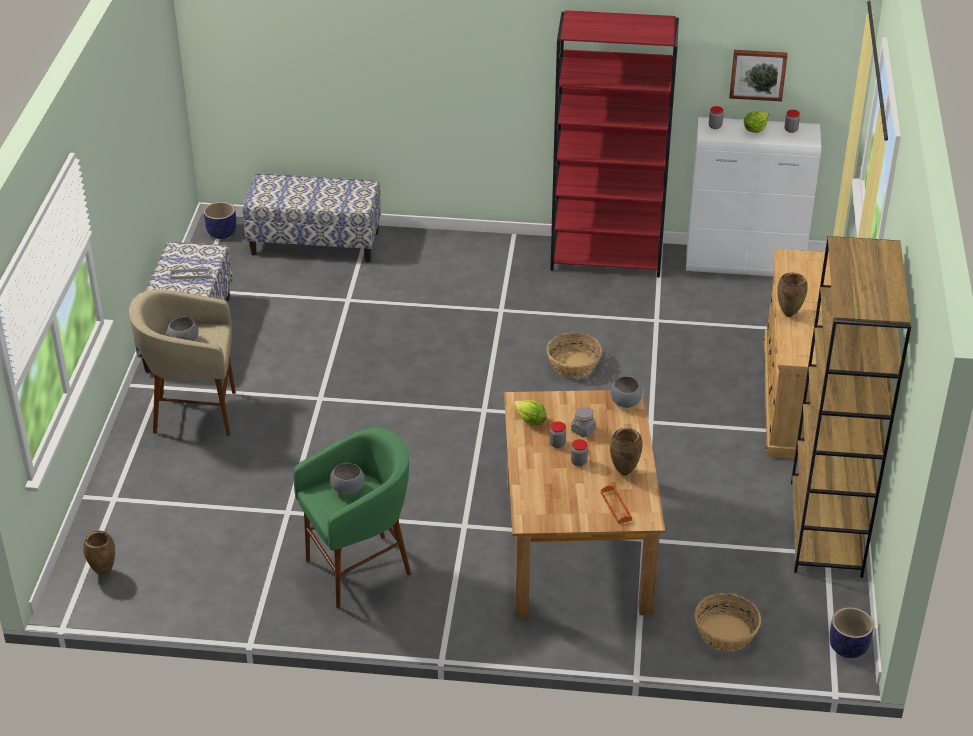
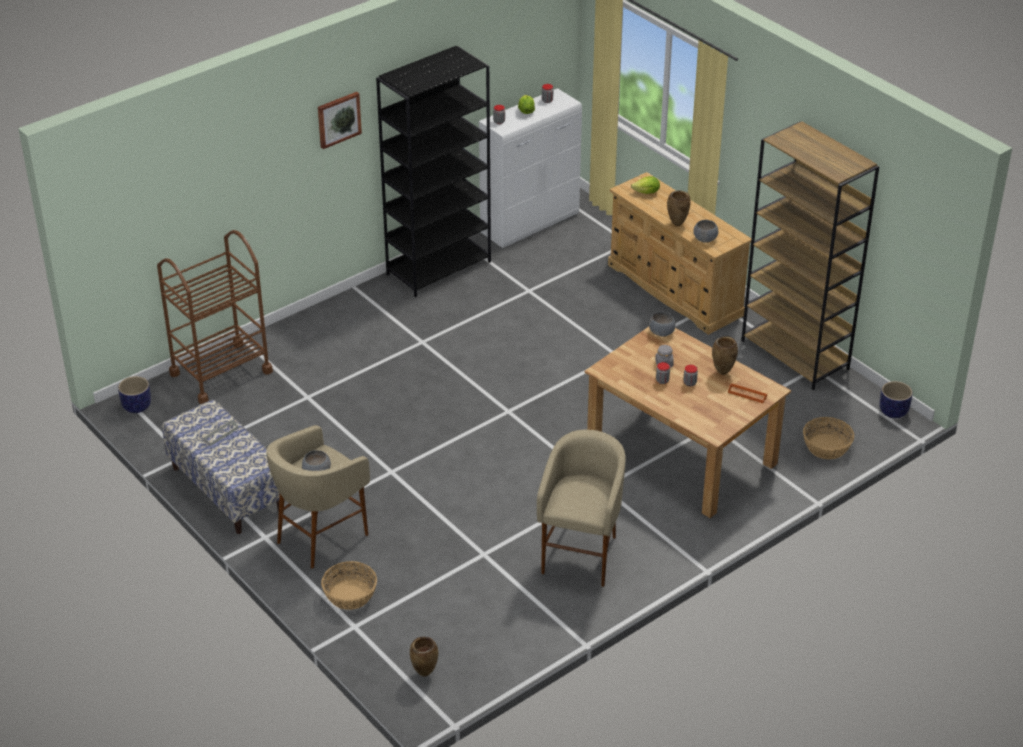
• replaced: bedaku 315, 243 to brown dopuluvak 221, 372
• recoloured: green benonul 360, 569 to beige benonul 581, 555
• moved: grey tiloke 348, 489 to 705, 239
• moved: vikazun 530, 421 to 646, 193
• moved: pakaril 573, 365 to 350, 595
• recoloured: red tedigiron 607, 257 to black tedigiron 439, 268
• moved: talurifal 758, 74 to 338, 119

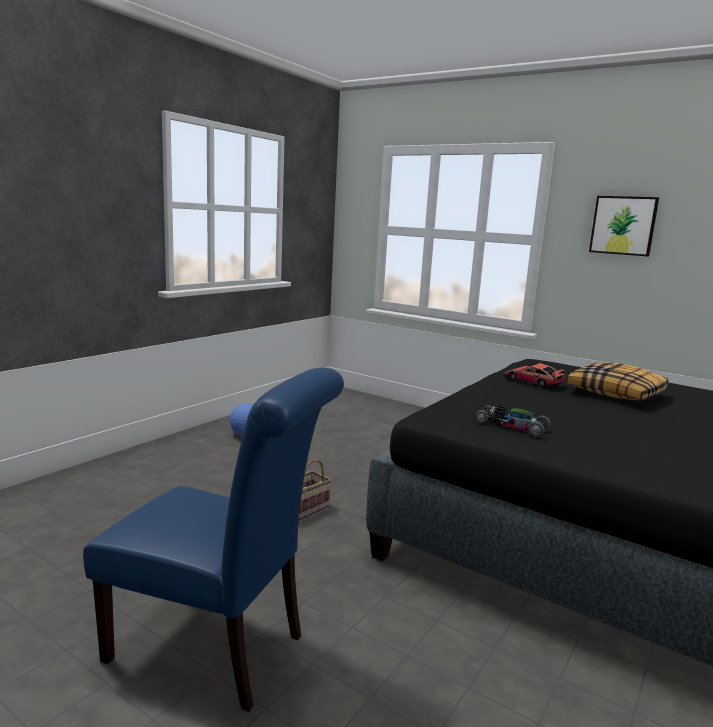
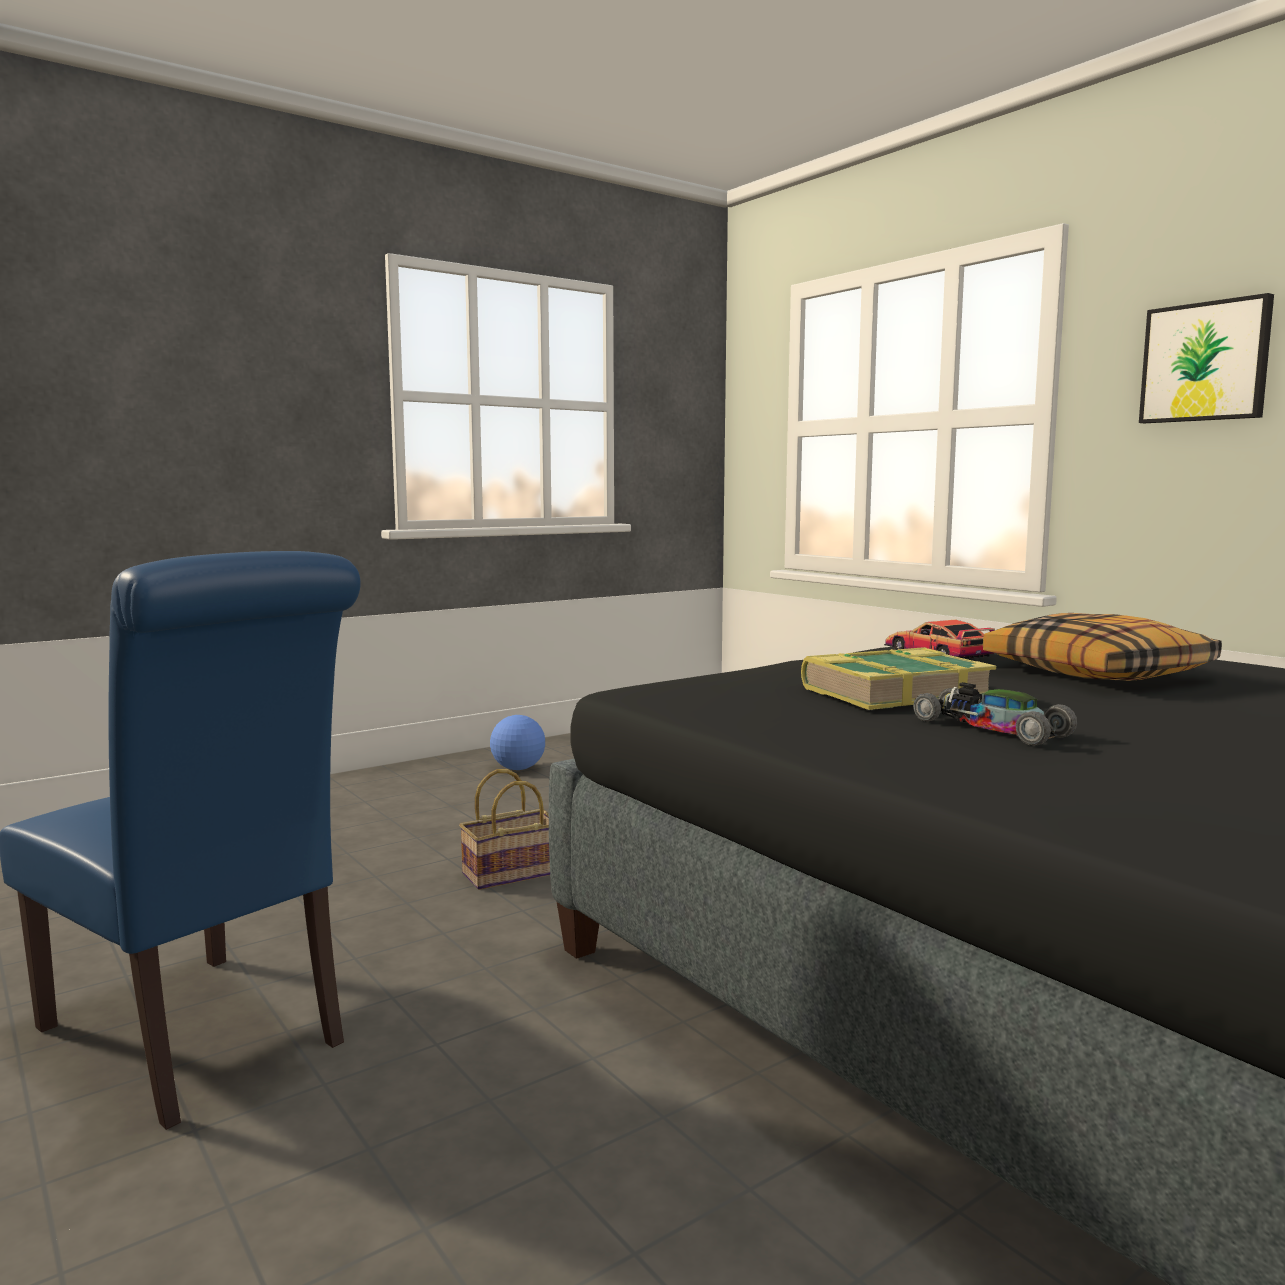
• moved: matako 511, 426 to 990, 729
• added: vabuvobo 893, 693

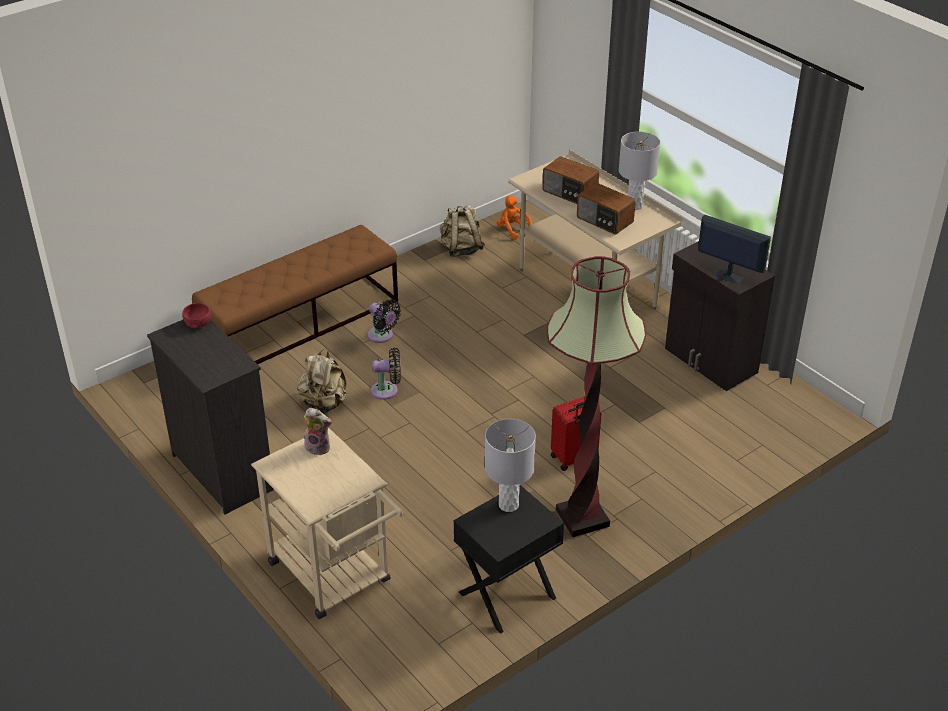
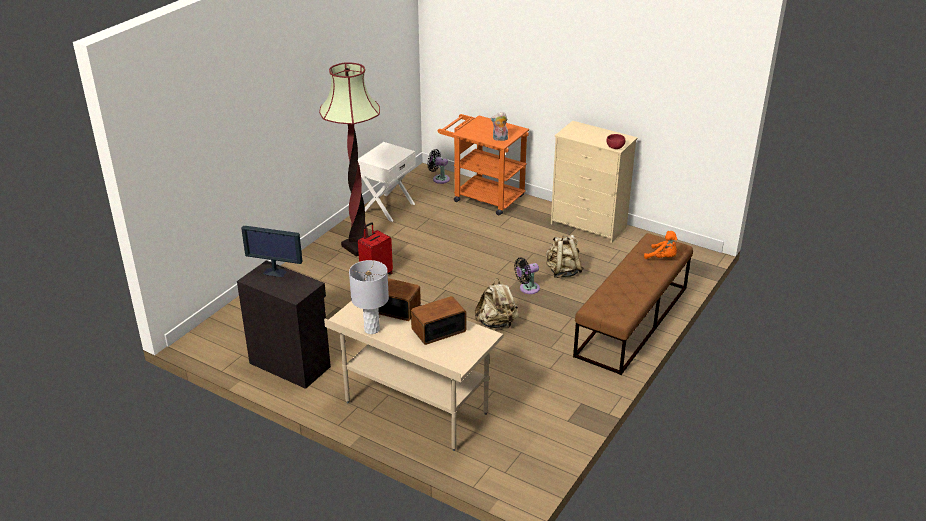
• recoloured: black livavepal 223, 471 to beige livavepal 589, 225
• recoloured: beige dopuluvak 335, 578 to orange dopuluvak 483, 197
• moved: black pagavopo 382, 336 to 439, 179
• moved: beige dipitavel 461, 249 to 497, 323
• recoloured: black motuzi 507, 596 to white motuzi 387, 207
• removed: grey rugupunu 509, 505
• moved: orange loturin 513, 230 to 662, 258
• turned: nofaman 569, 192 = 438, 330 45 degrees counterclockwise

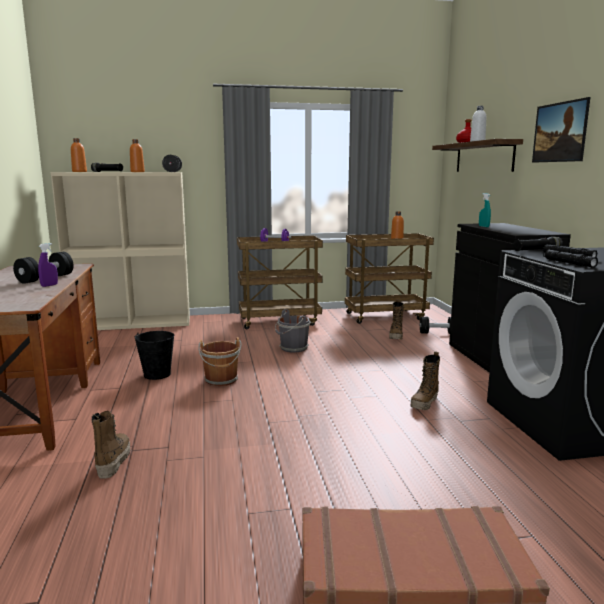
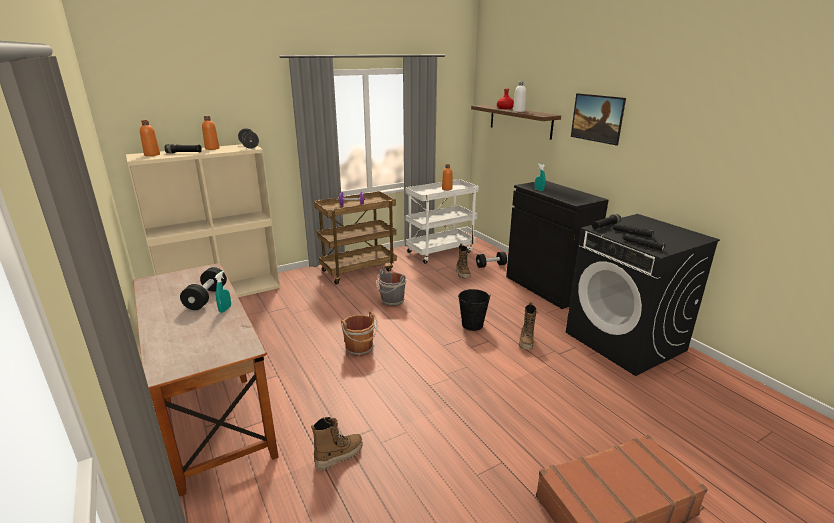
• recoloured: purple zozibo 49, 285 to turquoise zozibo 225, 309
• turned: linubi 113, 461 = 339, 455 75 degrees clockwise
• moved: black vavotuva 157, 374 to 472, 324
• recoloured: brown dopuluvak 386, 316 to white dopuluvak 440, 251

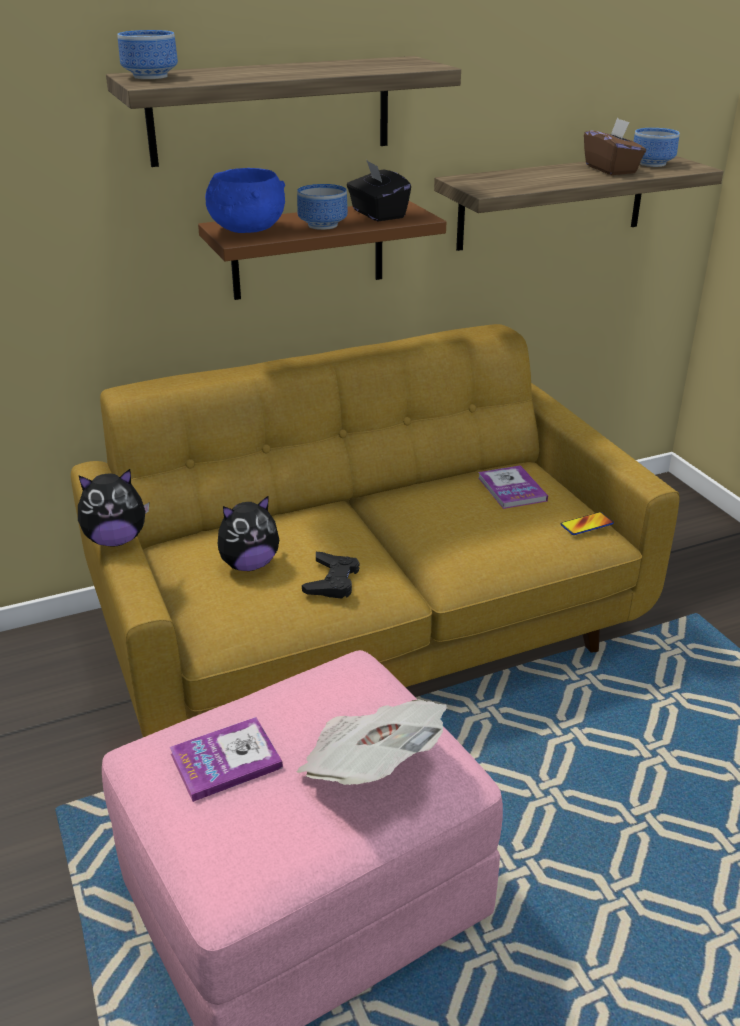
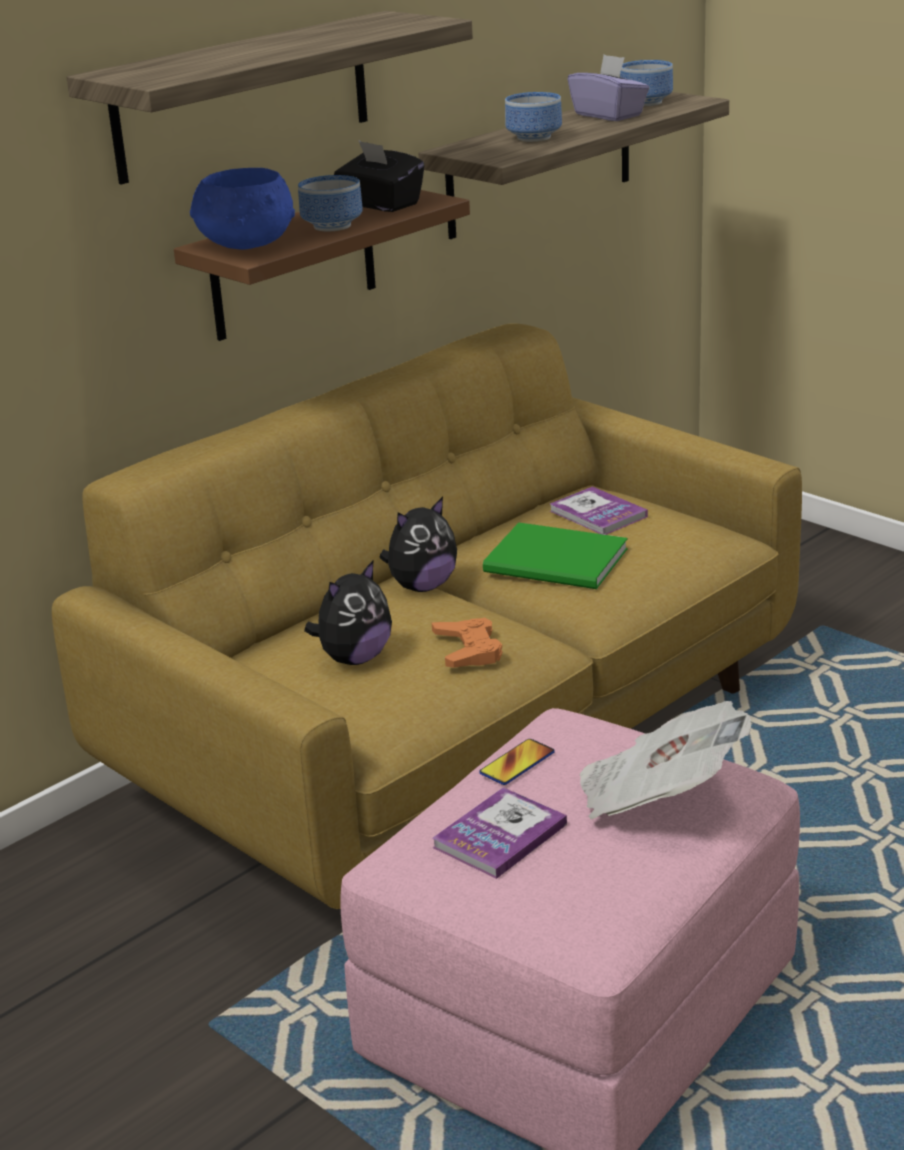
• moved: loturin 116, 540 to 422, 586
• moved: tiloke 148, 76 to 531, 138
• recoloured: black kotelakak 332, 581 to orange kotelakak 468, 650
• moved: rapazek 587, 524 to 517, 763
• recoloured: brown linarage 611, 169 to purple linarage 609, 115
• added: green vabuvobo 558, 562

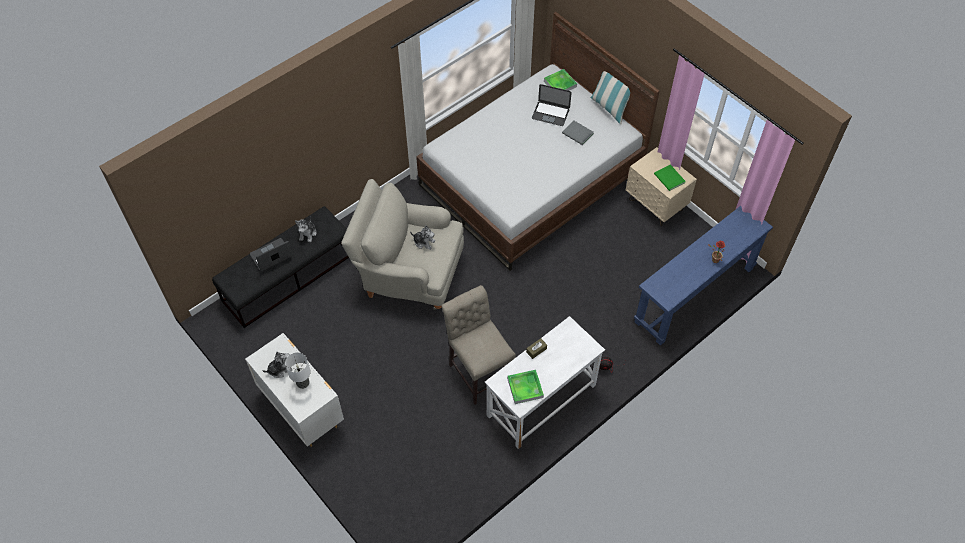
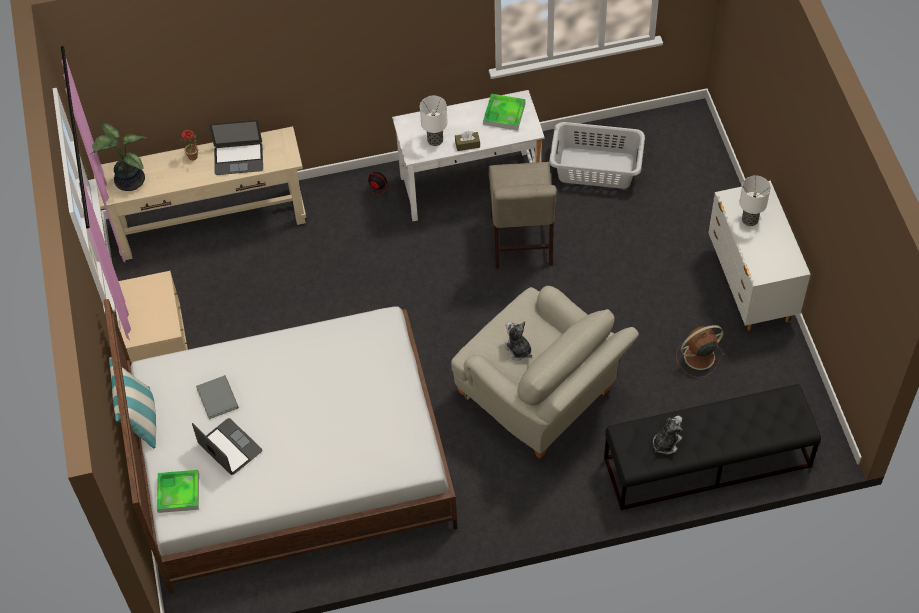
• moved: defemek 271, 255 to 238, 158
• removed: loturin 279, 369
• recoloured: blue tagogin 694, 294 to beige tagogin 211, 223
• removed: green vabuvobo 669, 179
• added: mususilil 128, 181
• added: rugupunu 434, 140
• added: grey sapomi 595, 168
• added: brown pagavopo 698, 357

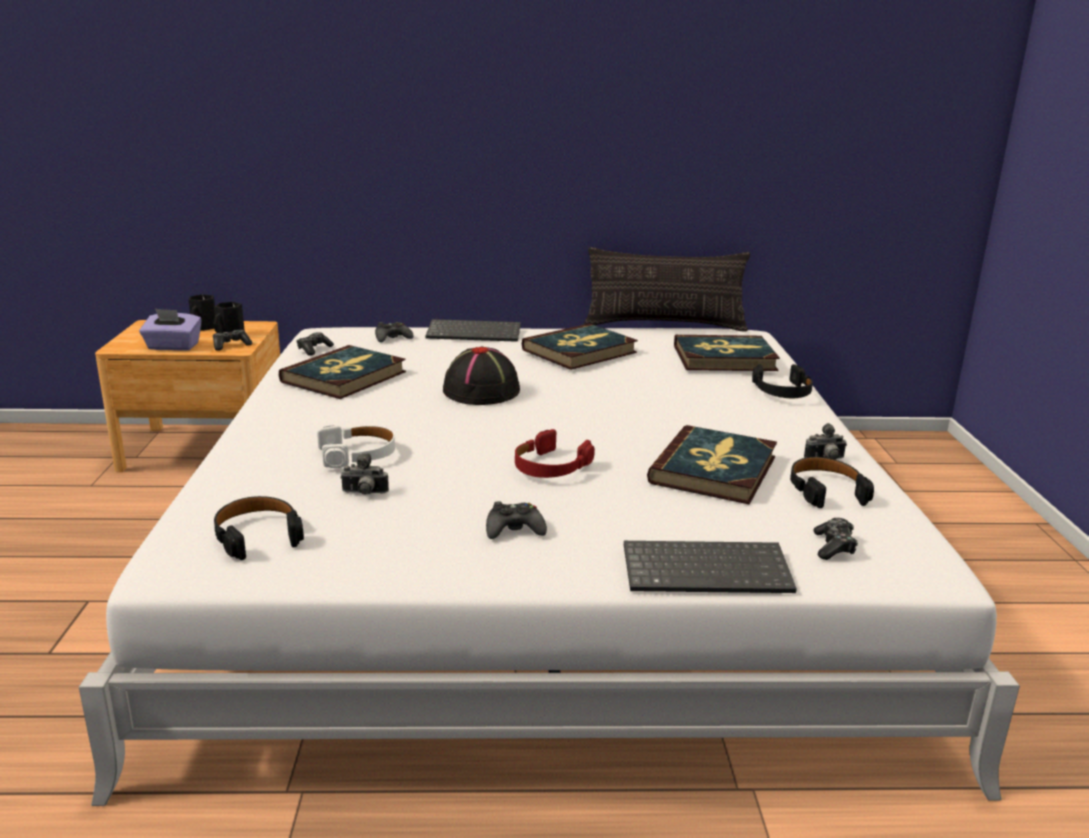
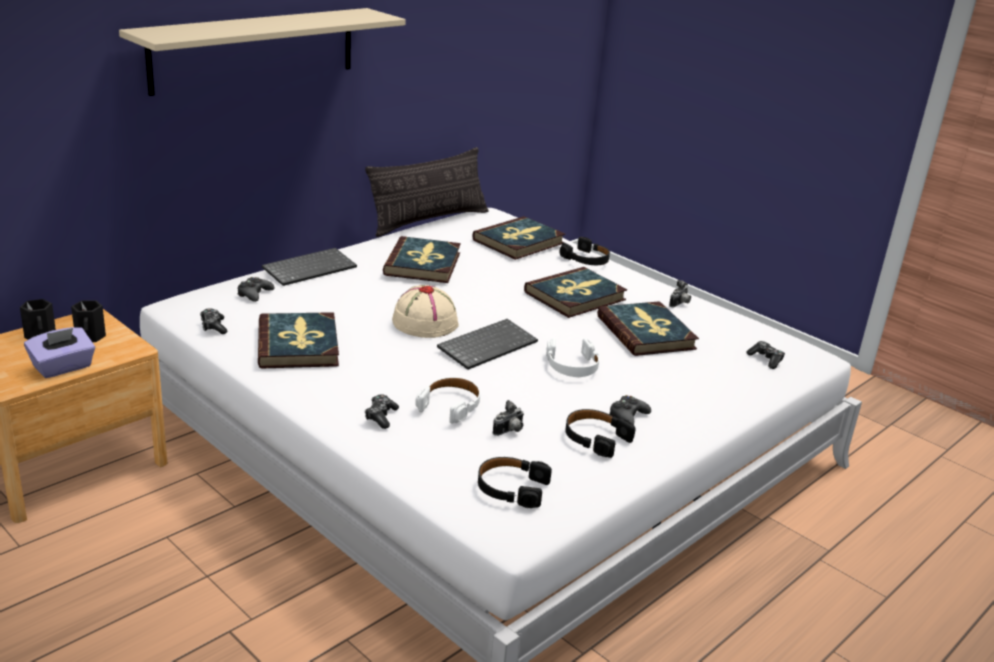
• moved: kotelakak 231, 345 to 381, 417
• recoloured: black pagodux 482, 391 to beige pagodux 424, 322
• recoloured: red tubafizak 550, 466 to white tubafizak 572, 366
• moved: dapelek 708, 569 to 487, 345
• moved: black tubafizak 826, 490 to 595, 438
• added: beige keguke 255, 49
• added: vabuvobo 575, 296

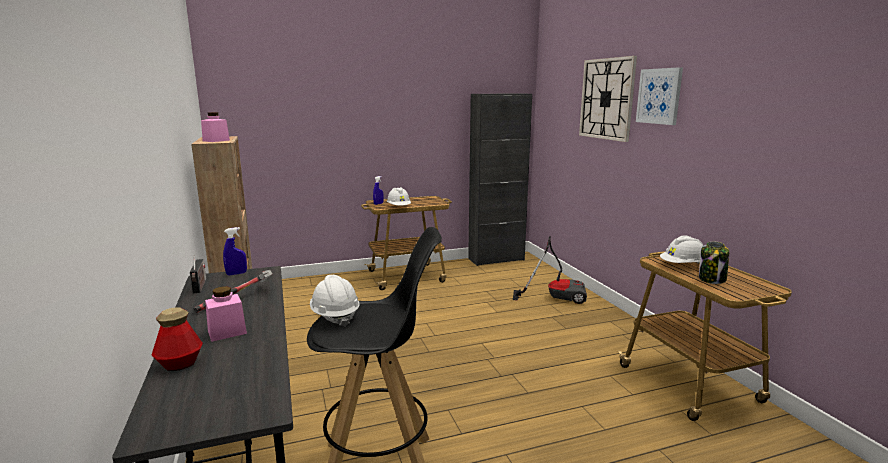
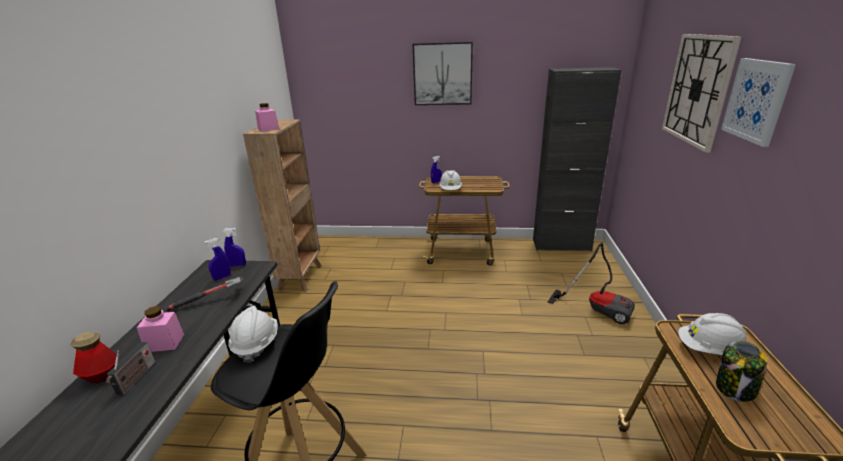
• moved: nofaman 200, 286 to 135, 379
• added: blue zozibo 222, 277
• added: talurifal 442, 74

